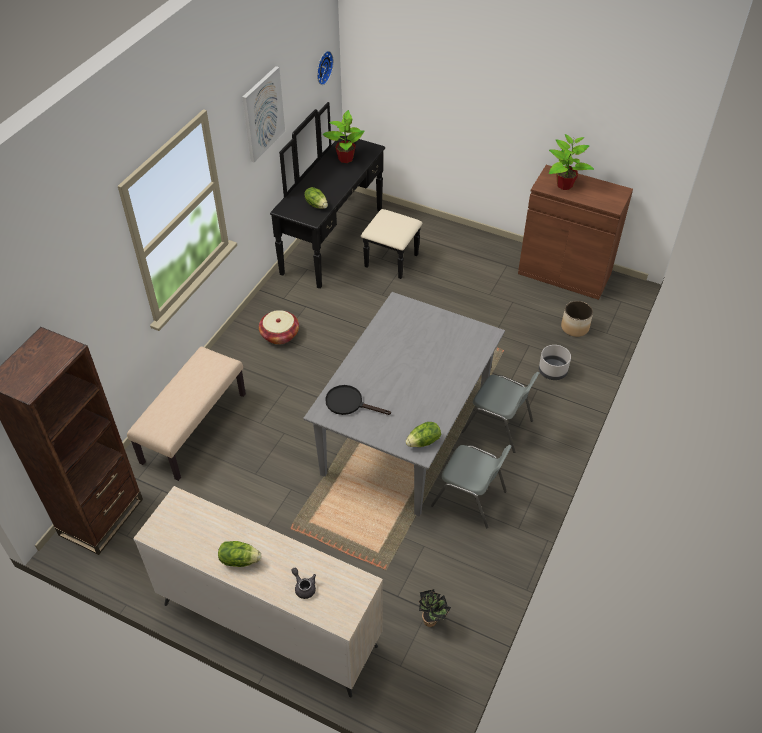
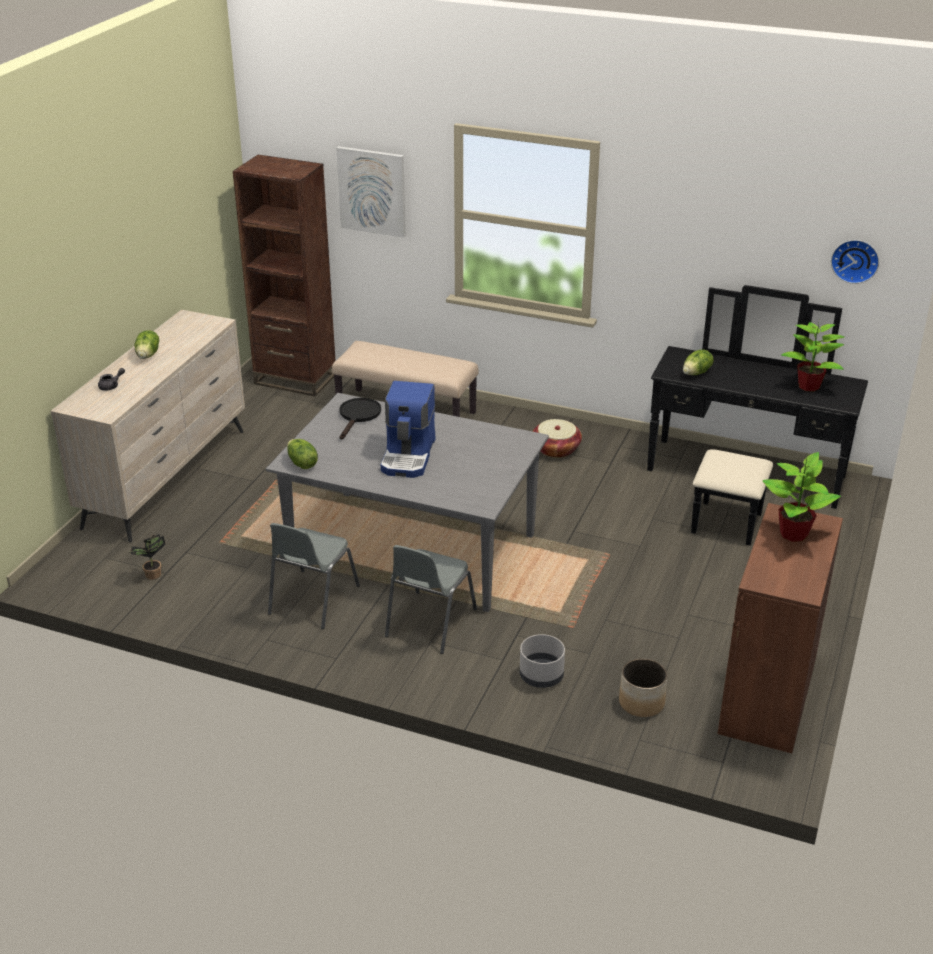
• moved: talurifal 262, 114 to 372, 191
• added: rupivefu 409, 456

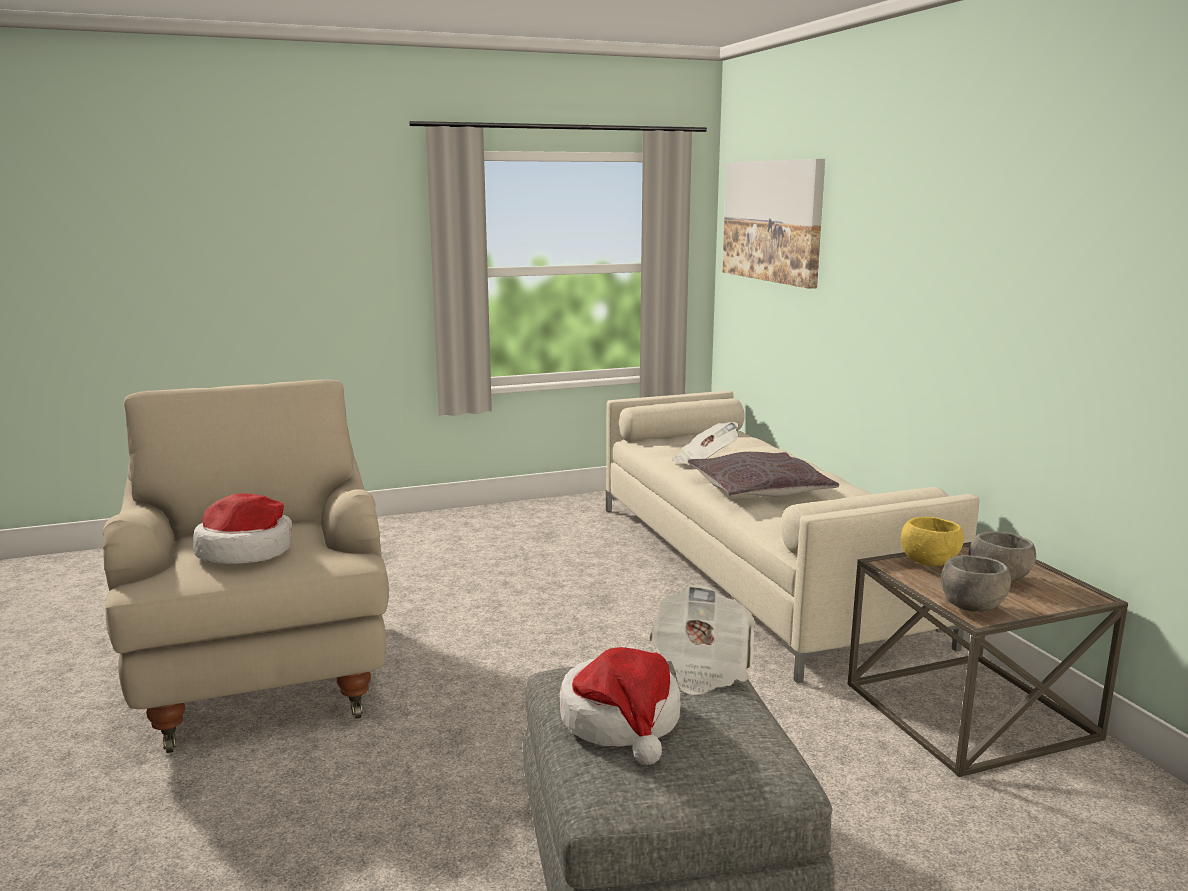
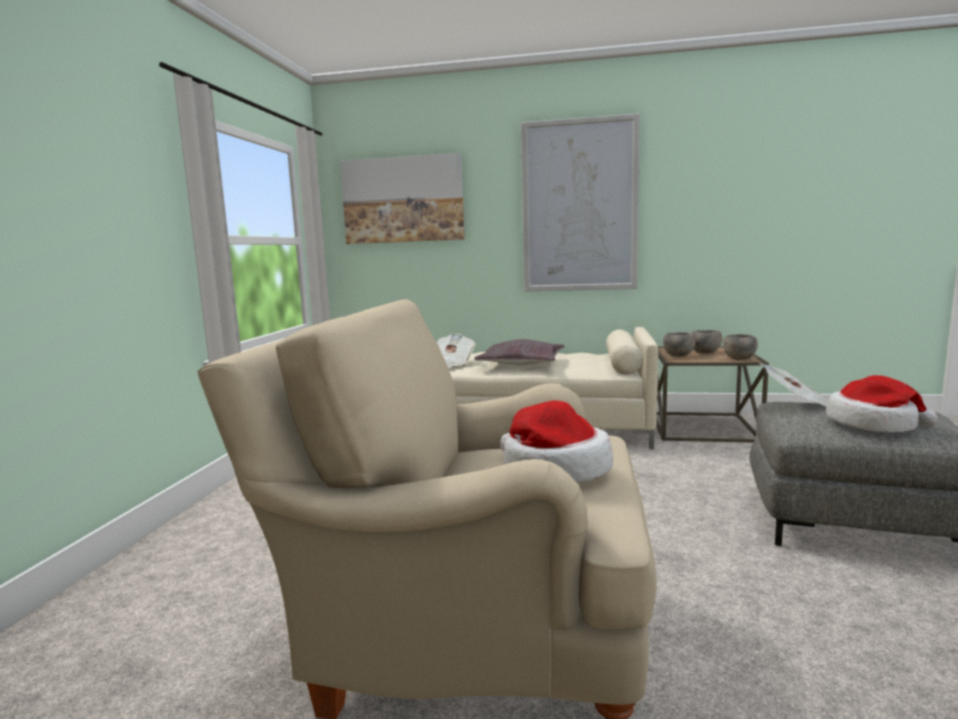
• recoloured: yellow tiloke 928, 562 to grey tiloke 678, 356
• added: talurifal 579, 206

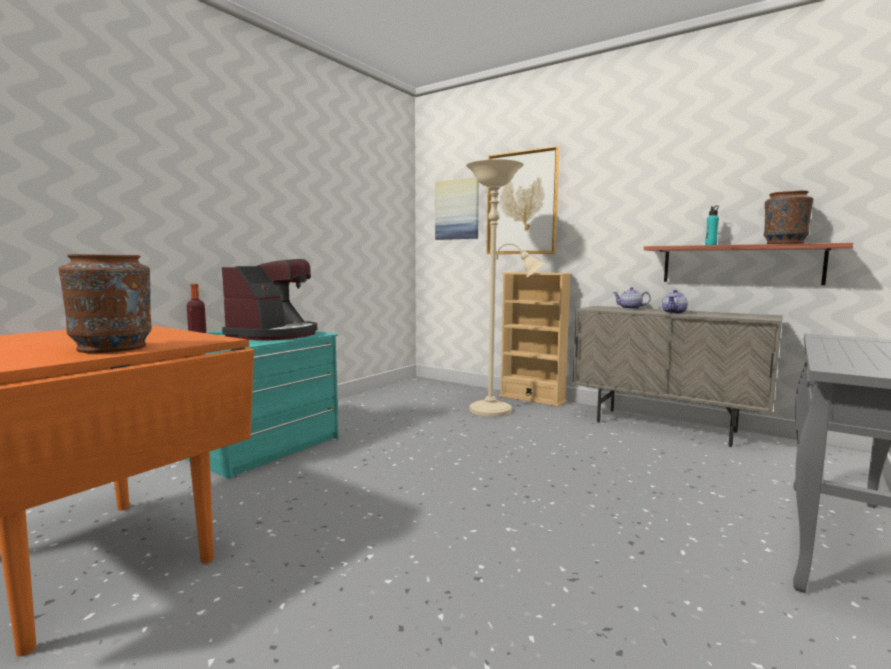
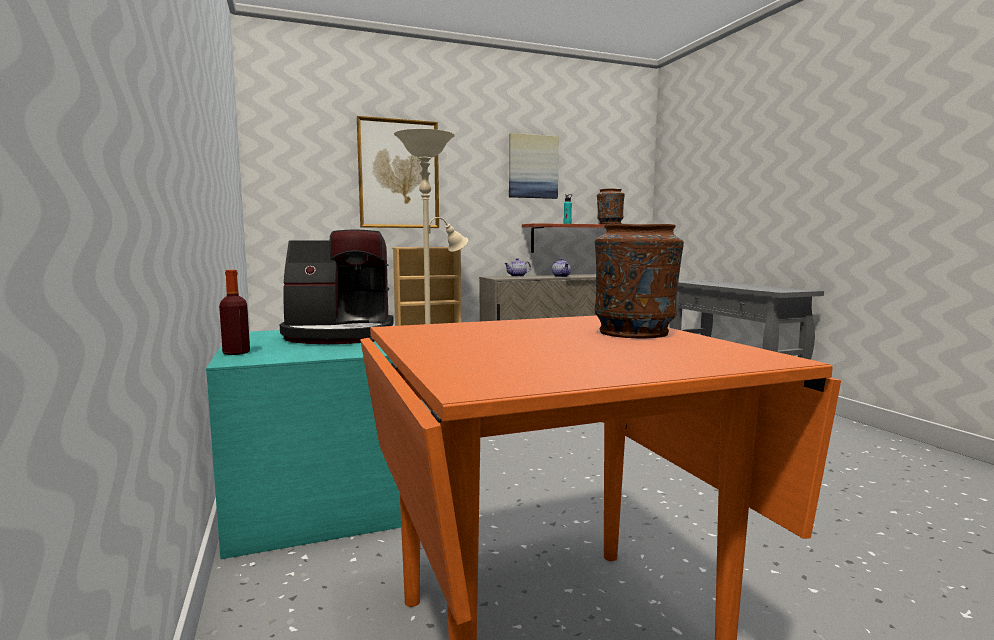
• turned: rupivefu 274, 335 = 339, 335 120 degrees clockwise
• moved: talurifal 457, 209 to 533, 167

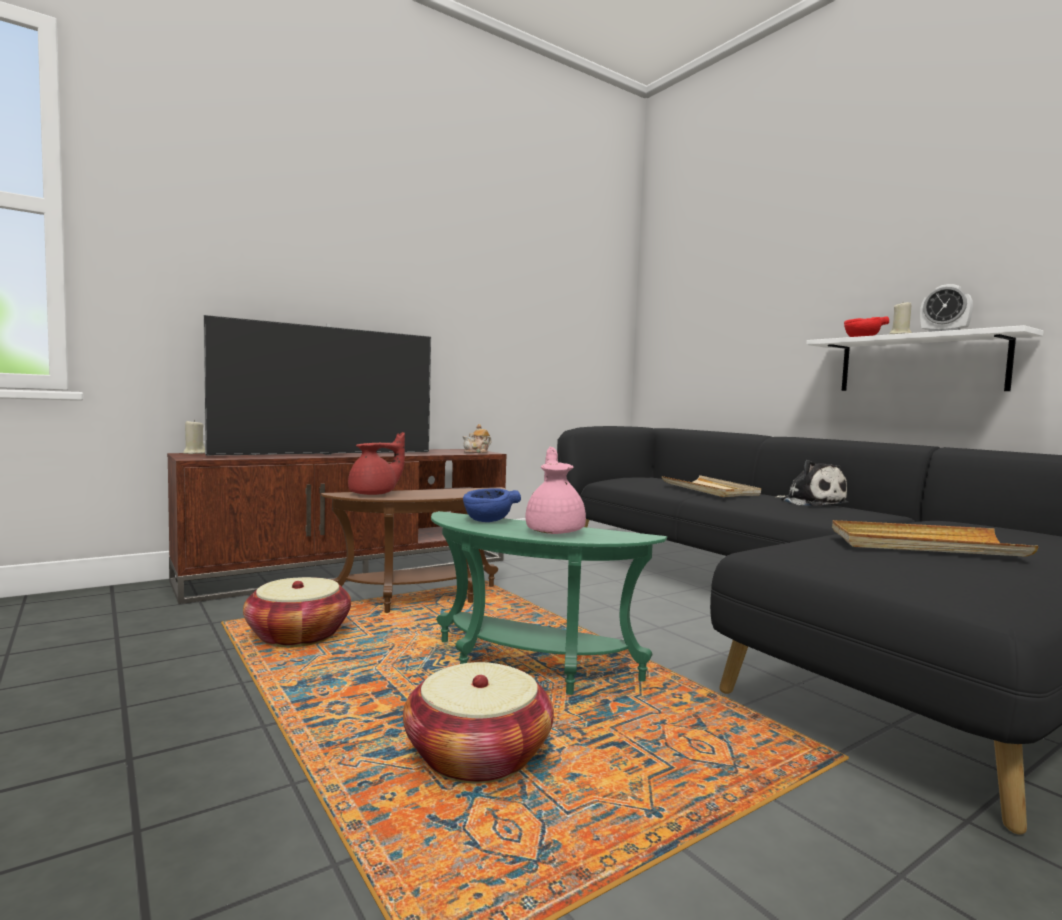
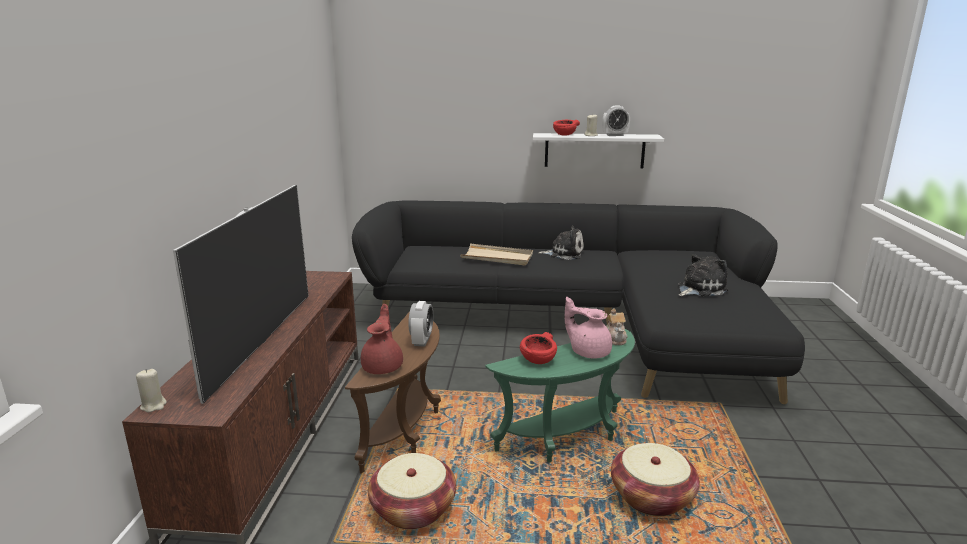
• moved: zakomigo 477, 452 to 616, 338
• recoloured: blue tiloke 487, 520 to red tiloke 538, 360
• replaced: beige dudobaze 923, 545 to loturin 699, 289
• added: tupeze 421, 341

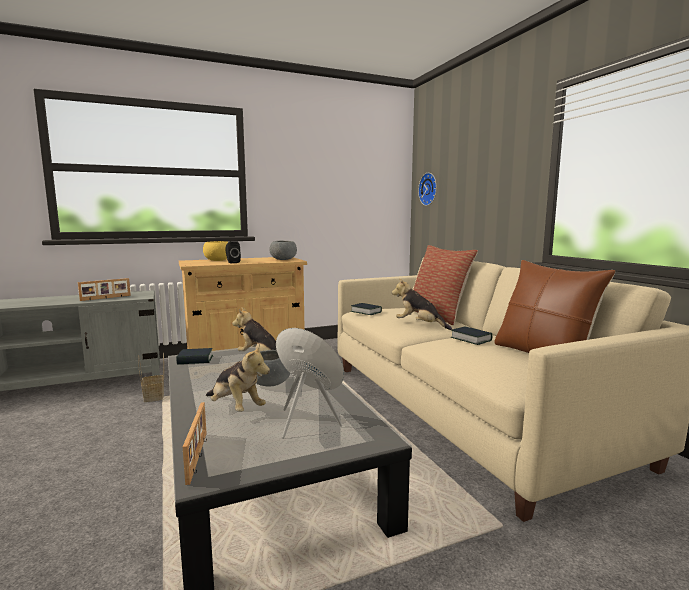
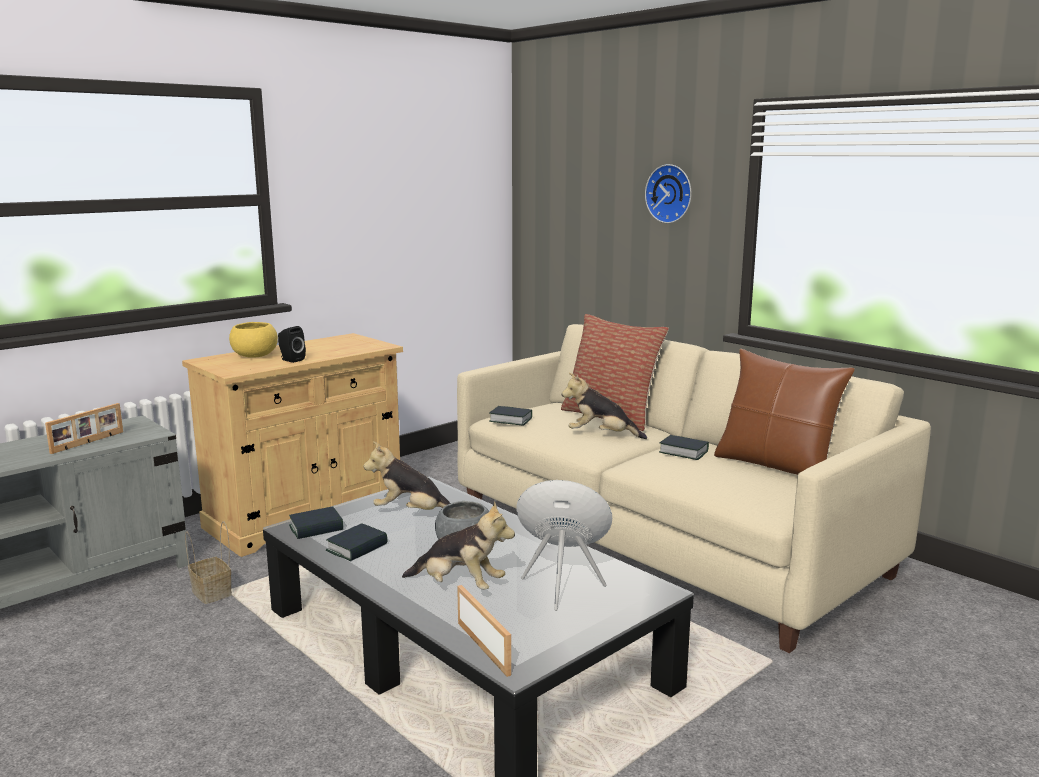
• removed: grey tiloke 283, 259
• moved: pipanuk 429, 189 to 670, 193
• added: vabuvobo 357, 548

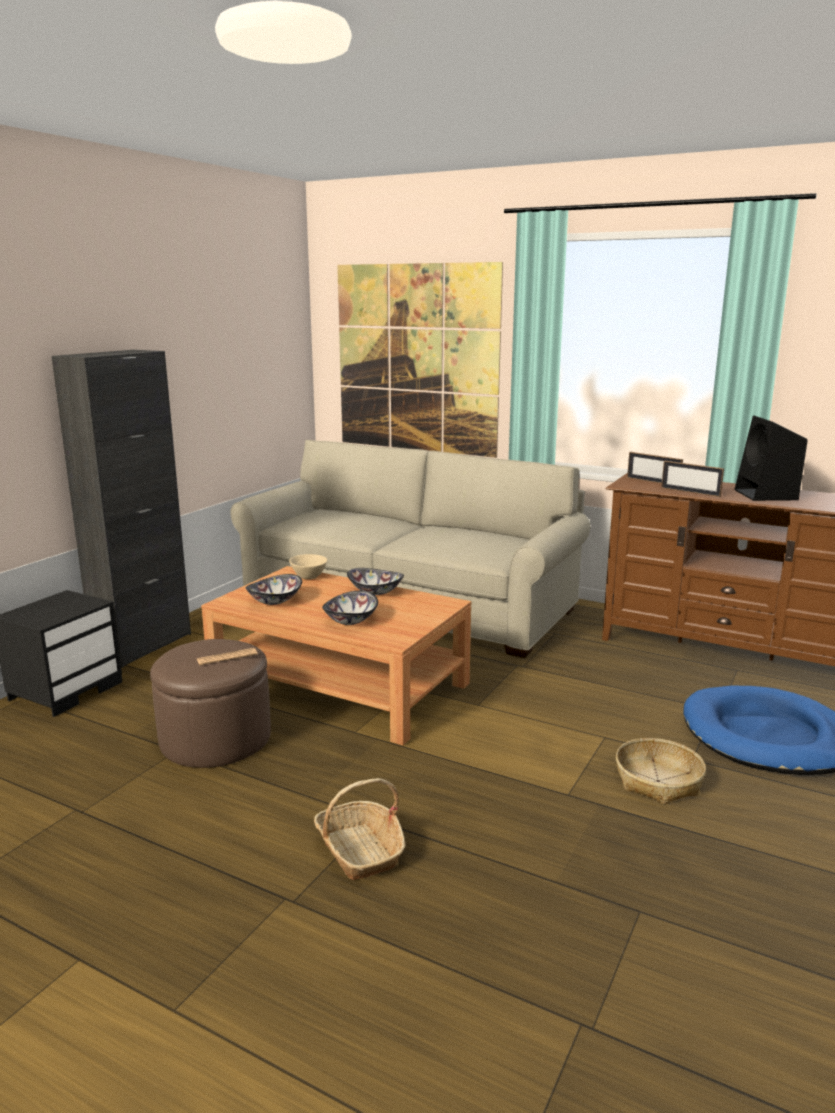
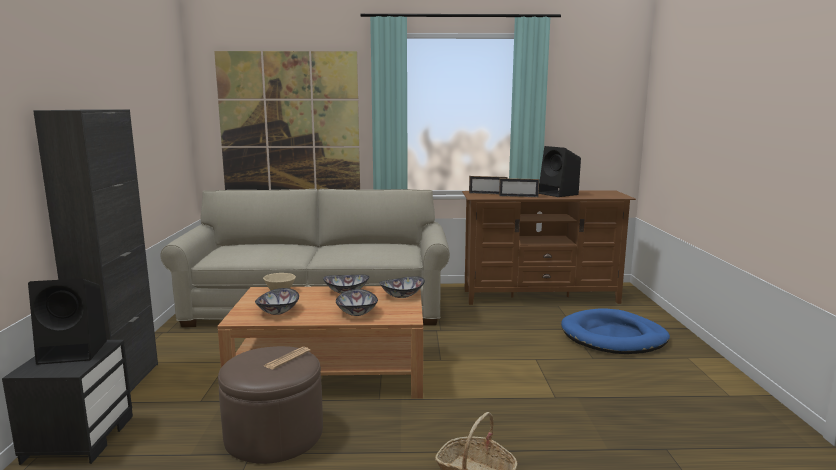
• removed: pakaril 658, 781
• added: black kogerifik 75, 352
• added: tiloke 402, 295

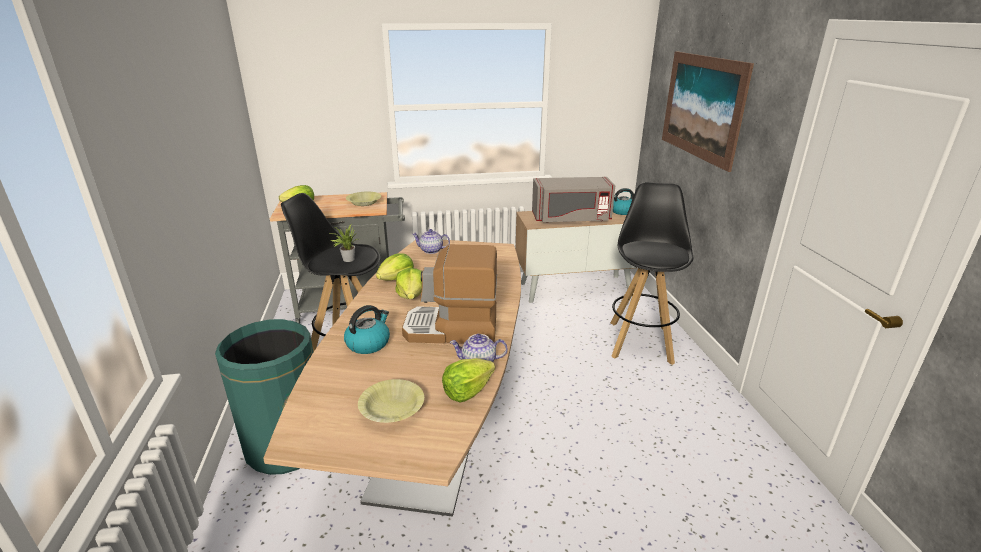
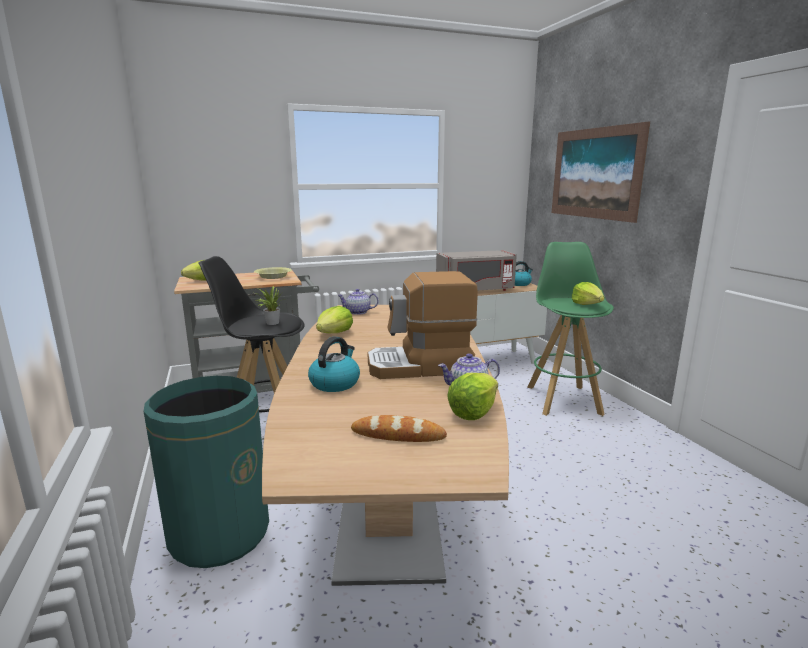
• replaced: yellow tiloke 392, 409 to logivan 398, 435
• moved: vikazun 411, 295 to 587, 304
• recoloured: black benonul 640, 341 to green benonul 563, 399

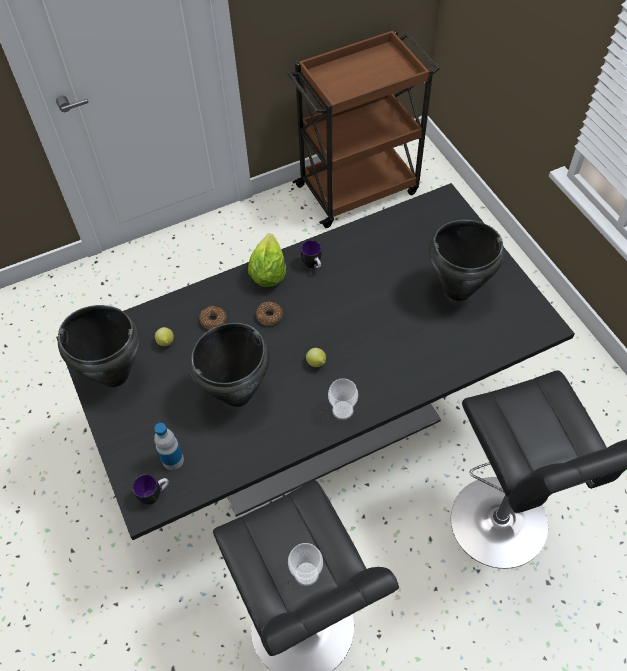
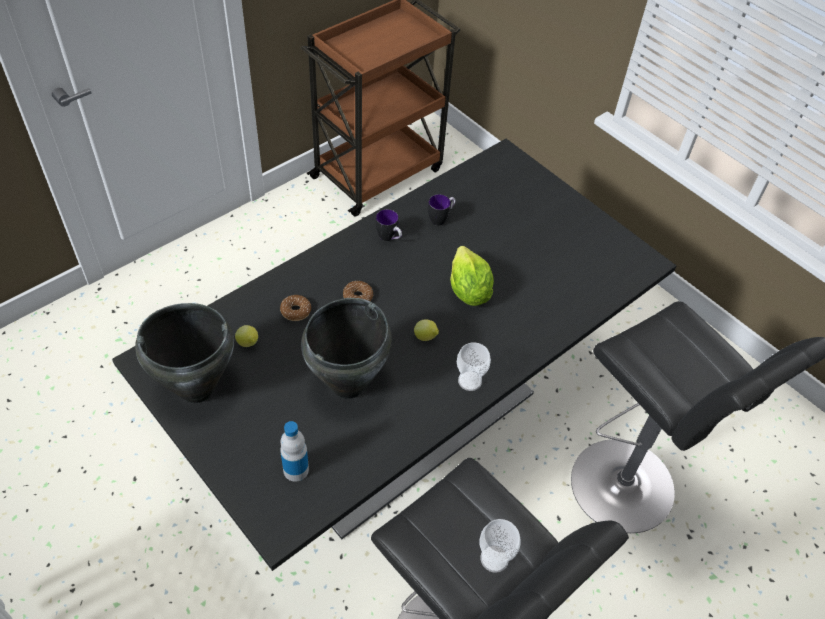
• moved: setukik 155, 495 to 441, 219
• moved: vikazun 268, 273 to 468, 291
• removed: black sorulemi 457, 289

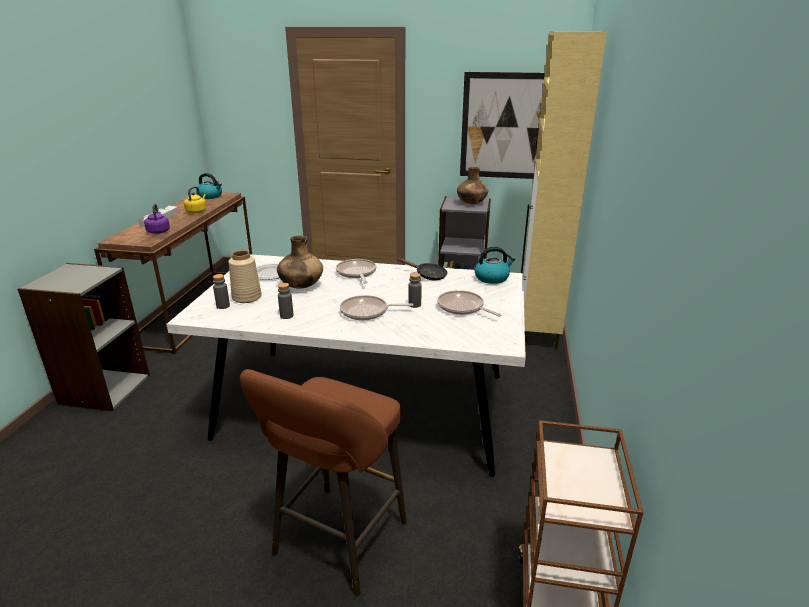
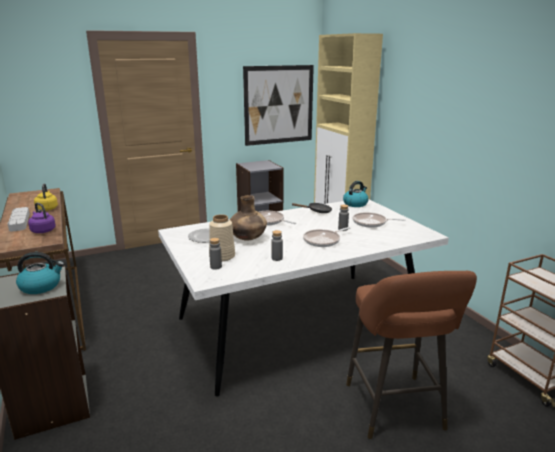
• moved: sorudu 210, 196 to 41, 286
• removed: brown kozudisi 471, 203

